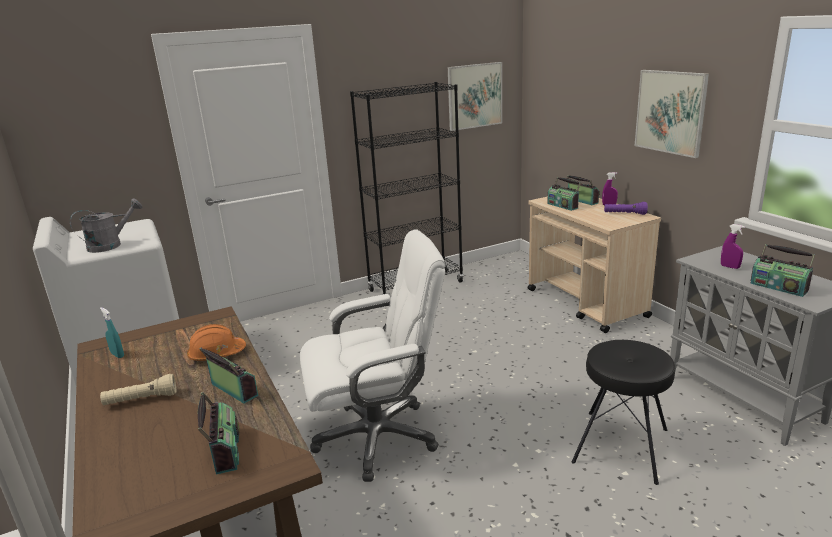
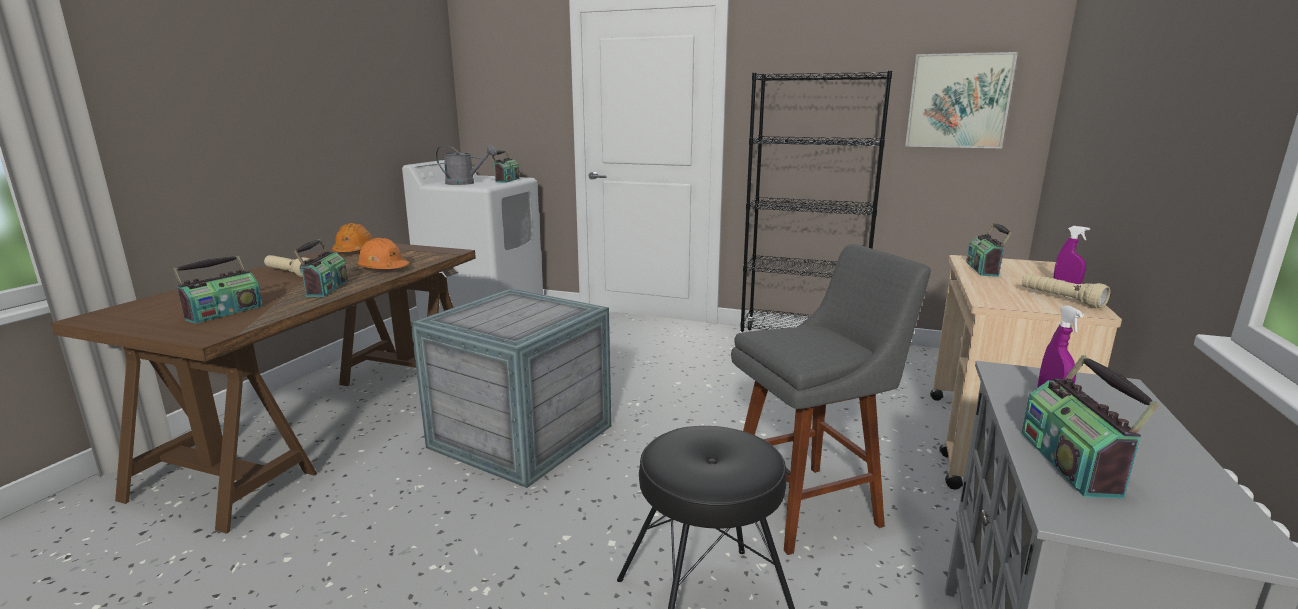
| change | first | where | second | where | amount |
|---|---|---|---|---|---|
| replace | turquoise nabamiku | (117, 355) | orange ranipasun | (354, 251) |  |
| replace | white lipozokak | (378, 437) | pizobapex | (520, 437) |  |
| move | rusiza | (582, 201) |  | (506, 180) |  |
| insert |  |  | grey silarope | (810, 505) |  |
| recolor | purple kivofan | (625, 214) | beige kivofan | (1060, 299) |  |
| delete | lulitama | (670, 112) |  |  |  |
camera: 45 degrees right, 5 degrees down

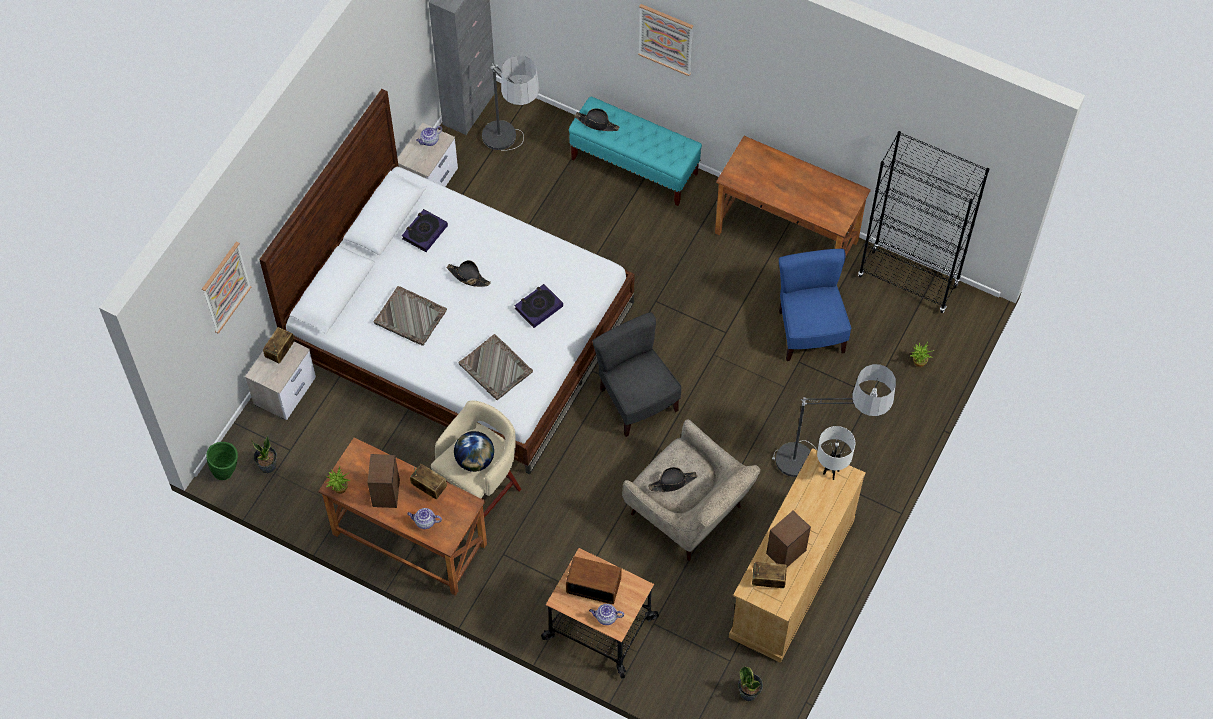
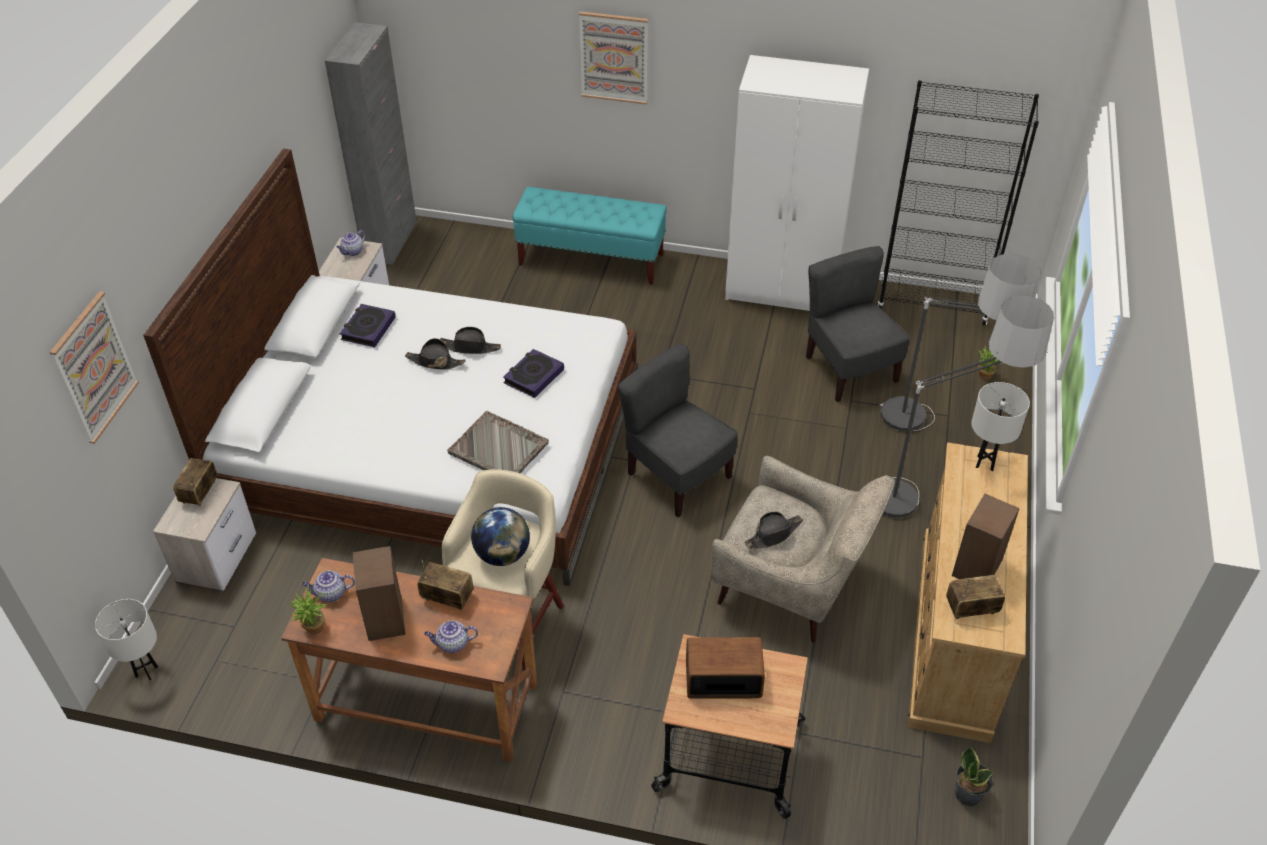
| change | first | where | second | where | amount |
|---|---|---|---|---|---|
| replace | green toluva | (227, 471) | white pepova | (146, 671) |  |
| move | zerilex | (606, 617) |  | (330, 594) |  |
| move | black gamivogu | (597, 123) |  | (470, 347) |  |
| replace | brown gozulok | (786, 237) | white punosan | (783, 290) |  |
| recolor | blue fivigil | (809, 332) | grey fivigil | (849, 370) |  |
| move | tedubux | (513, 156) |  | (932, 435) |  |
| delete | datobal | (268, 466) |  |  |  |
| delete | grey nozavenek | (411, 317) |  |  |  |
camera: 15 degrees left, 15 degrees down

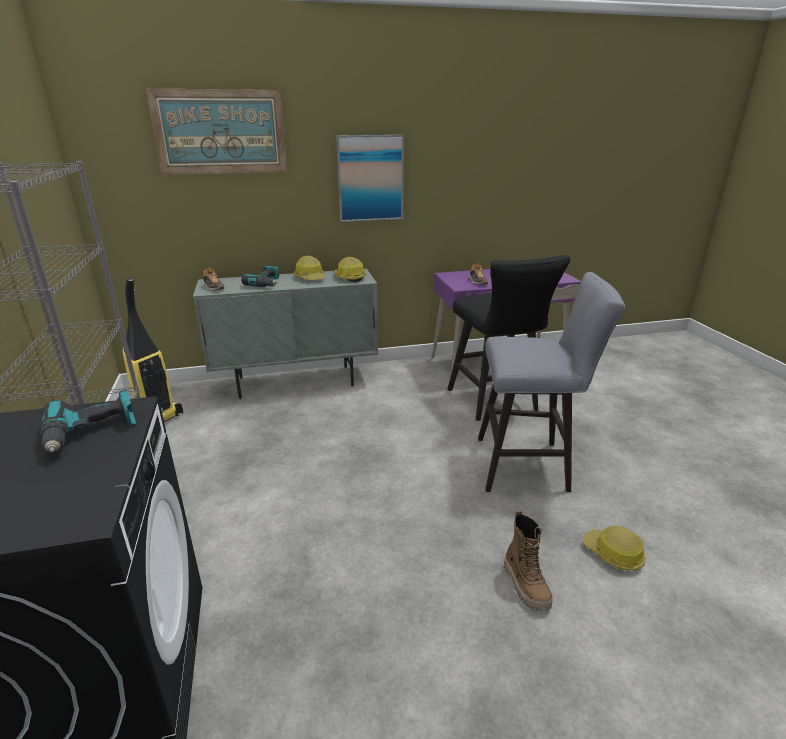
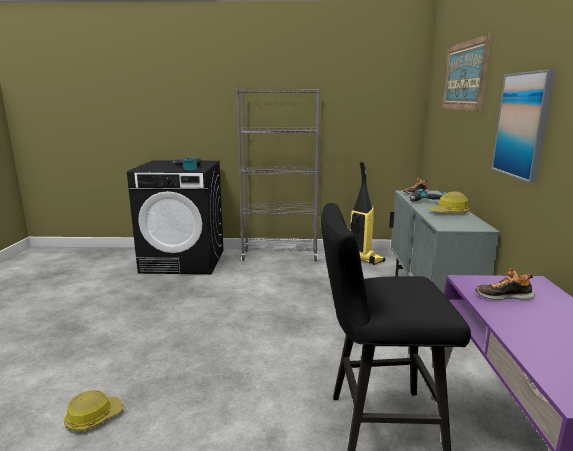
| change | first | where | second | where | amount |
|---|---|---|---|---|---|
| delete | ranipasun | (349, 277) |  |  |  |
| delete | grey silarope | (529, 465) |  |  |  |
| delete | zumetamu | (526, 585) |  |  |  |
camera: 105 degrees right, 10 degrees down

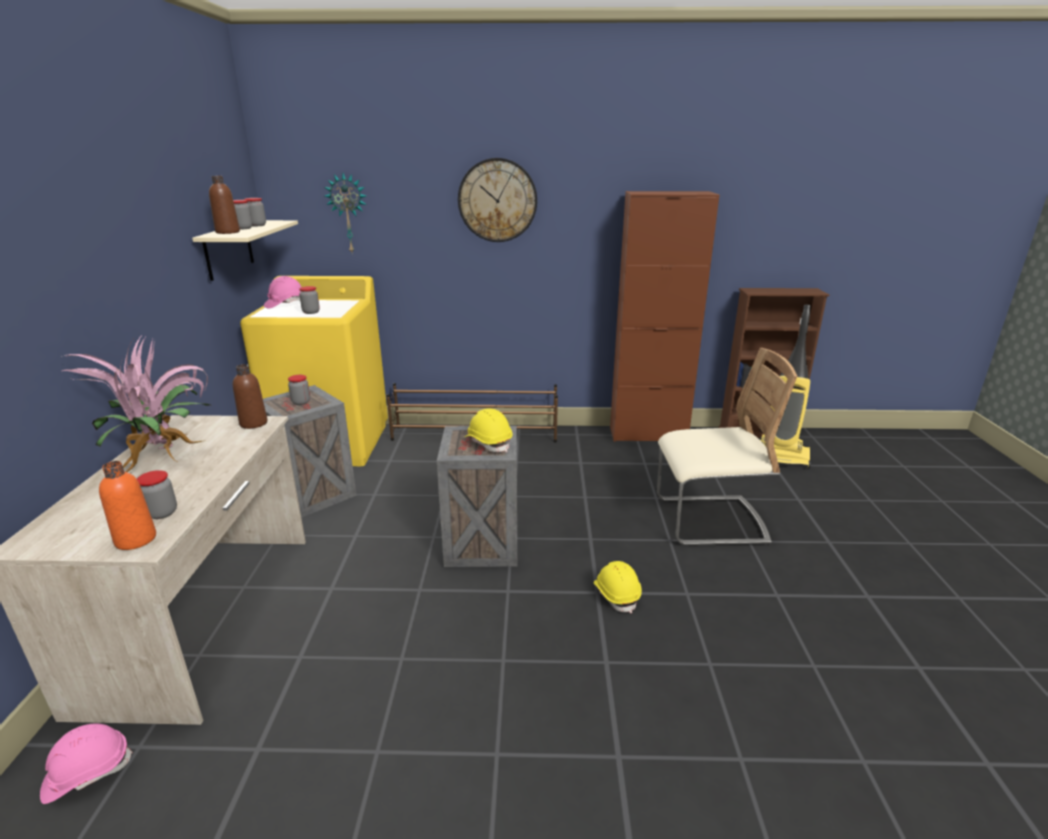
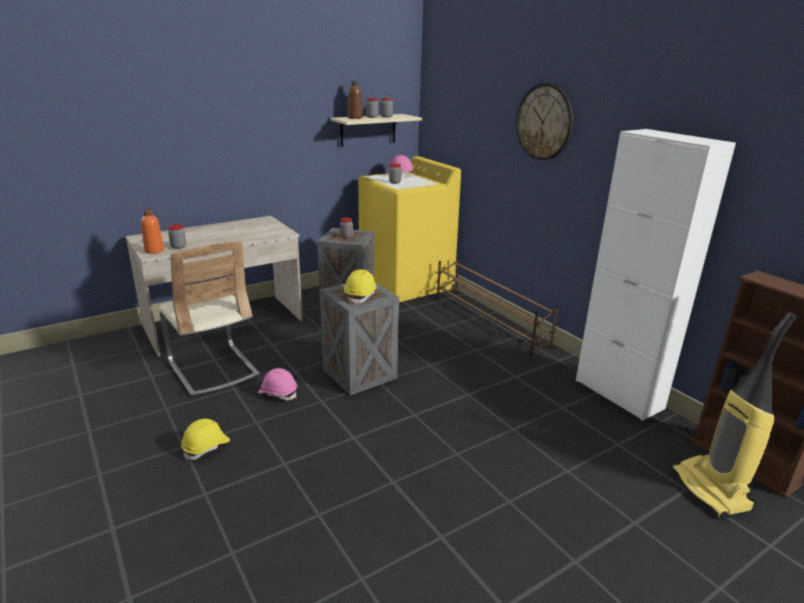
| change | first | where | second | where | amount |
|---|---|---|---|---|---|
| move | beige fivigil | (709, 521) |  | (213, 369) |  |
| move | yellow ranipasun | (616, 594) |  | (206, 447) |  |
| move | pink ranipasun | (87, 773) |  | (278, 393) |  |
| recolor | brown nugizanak | (648, 434) | white nugizanak | (618, 394) |  |
| delete | datobal | (163, 458) |  |  |  |
| delete | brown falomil | (253, 423) |  |  |  |
| delete | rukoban | (348, 213) |  |  |  |
camera: 55 degrees right, 0 degrees up

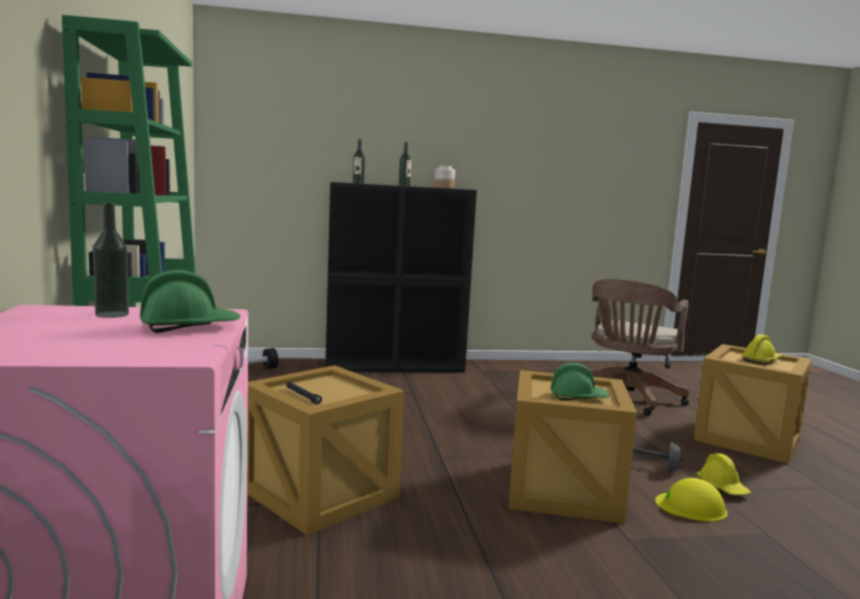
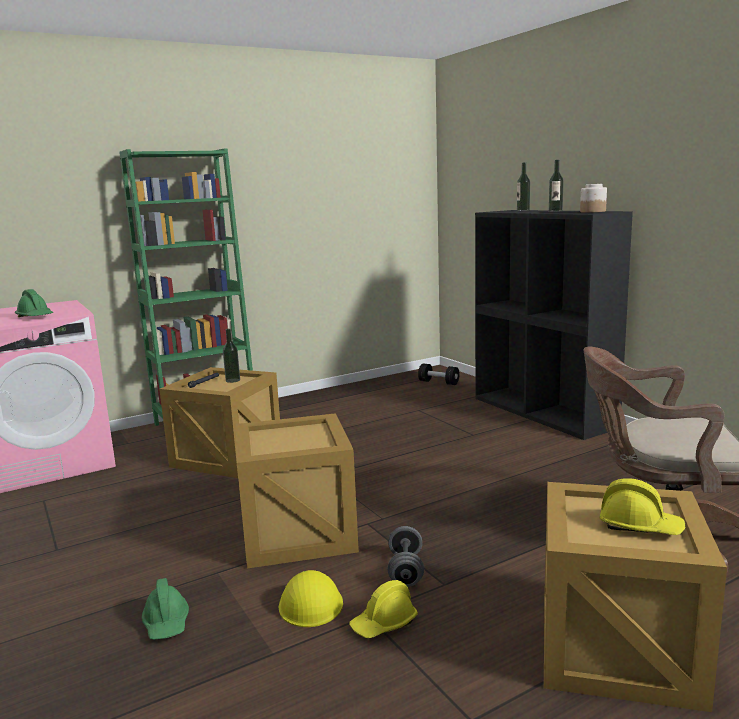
| change | first | where | second | where | amount |
|---|---|---|---|---|---|
| move | green ranipasun | (578, 397) |  | (166, 623) |  |
| move | falomil | (112, 314) |  | (233, 380) |  |
camera: 70 degrees right, 5 degrees up

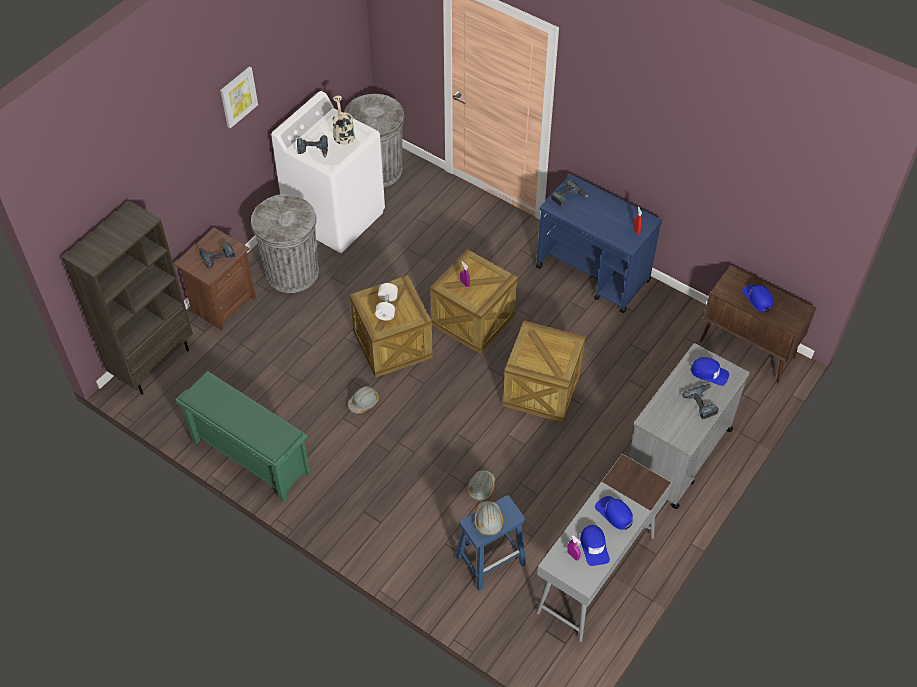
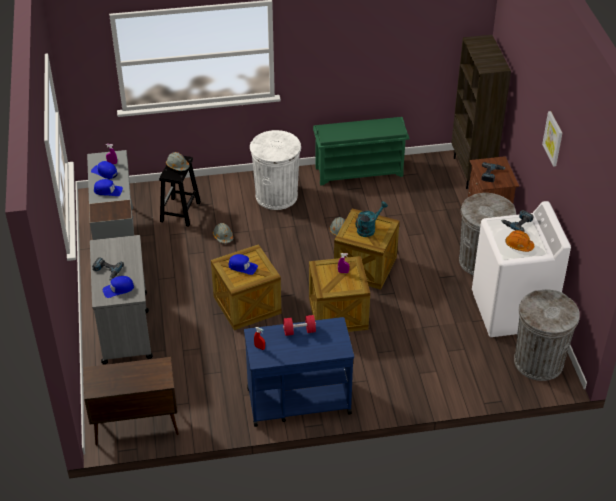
| change | first | where | second | where | amount |
|---|---|---|---|---|---|
| recolor | blue silarope | (491, 560) | black silarope | (180, 212) |  |
| move | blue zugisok | (757, 299) |  | (243, 267) |  |
| insert |  |  | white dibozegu | (276, 196) |  |
| insert |  |  | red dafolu | (299, 331) |  |
| replace | white dafolu | (387, 307) | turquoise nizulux | (368, 229) |  |
| replace | beige nizulux | (343, 133) | orange ranipasun | (519, 245) |  |
| delete | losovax | (569, 197) |  |  |  |
camera: 135 degrees right, 10 degrees down

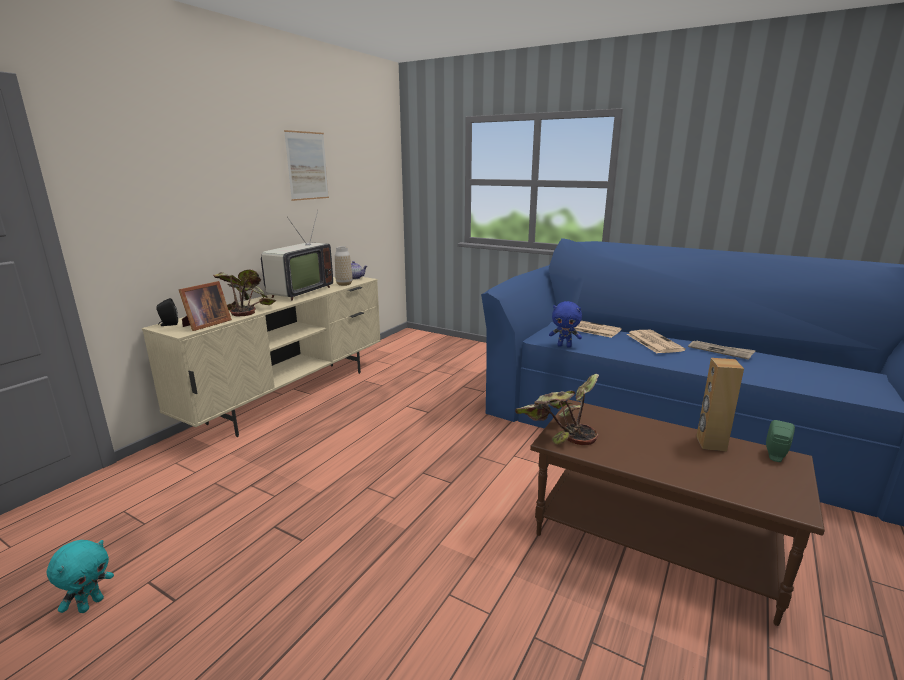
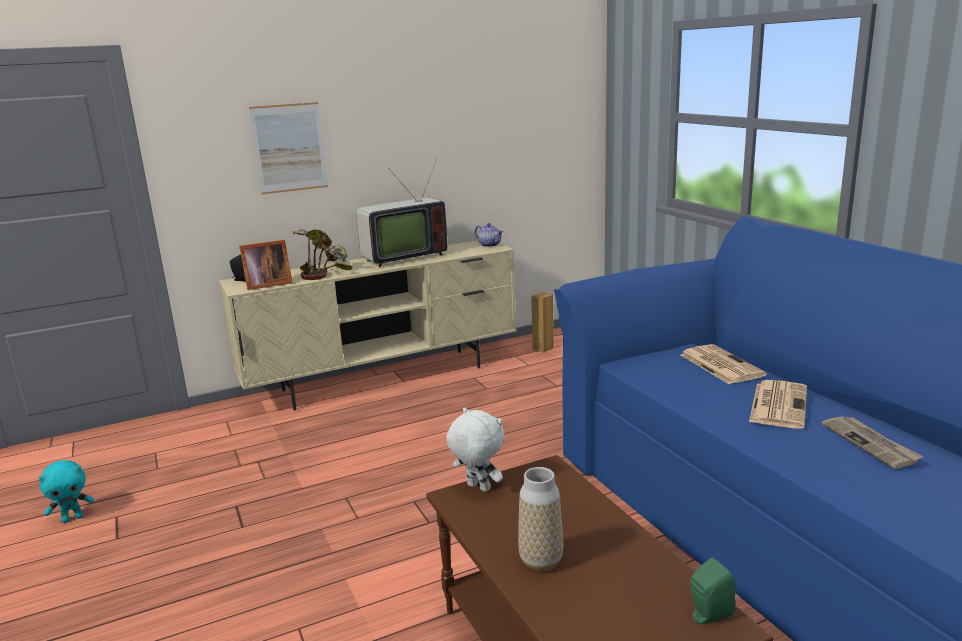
| change | first | where | second | where | amount |
|---|---|---|---|---|---|
| move | lulitama | (307, 166) |  | (289, 148) |  |
| replace | datobal | (557, 432) | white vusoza | (477, 488) |  |
| move | toluva | (344, 284) |  | (541, 561) |  |
| move | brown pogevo | (710, 443) |  | (542, 348) |  |
| delete | blue vusoza | (564, 346) |  |  |  |
camera: 35 degrees right, 0 degrees up

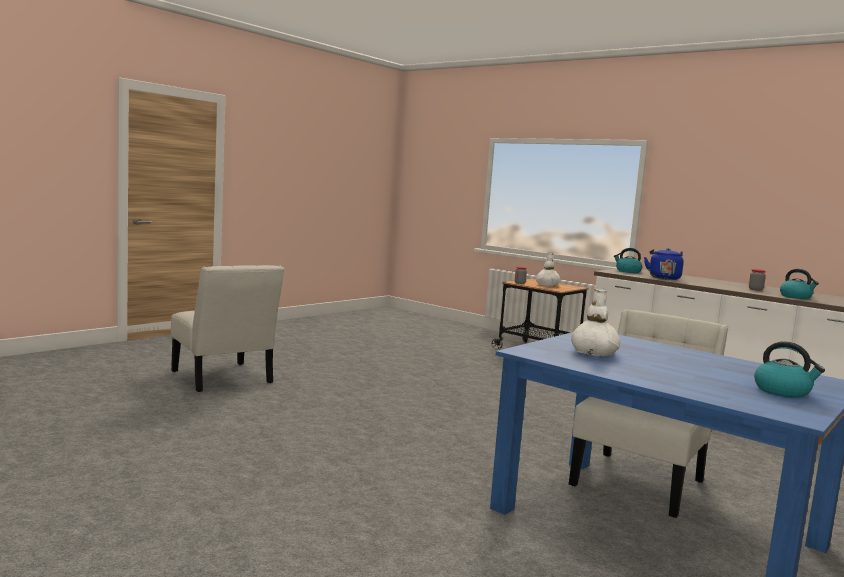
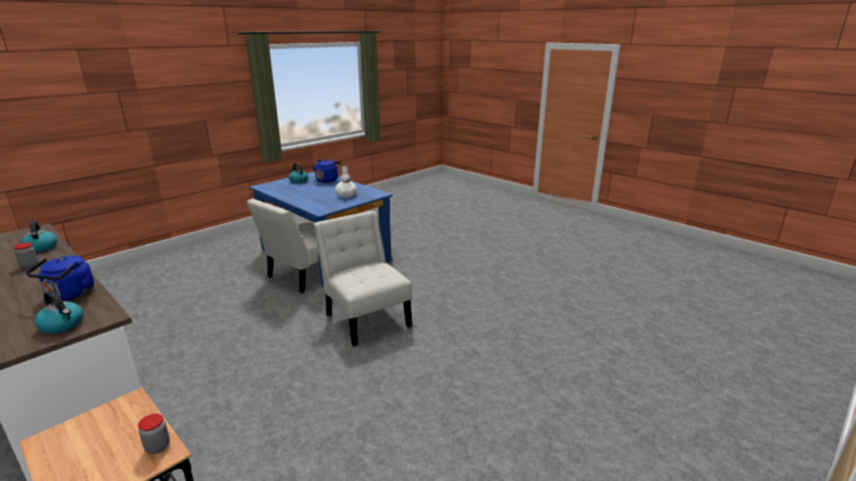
| change | first | where | second | where | amount |
|---|---|---|---|---|---|
| insert |  |  | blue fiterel | (327, 180) |  |
| move | white fivigil | (223, 379) |  | (366, 318) |  |
| delete | white toluva | (547, 285) |  |  |  |
camera: 175 degrees left, 15 degrees up

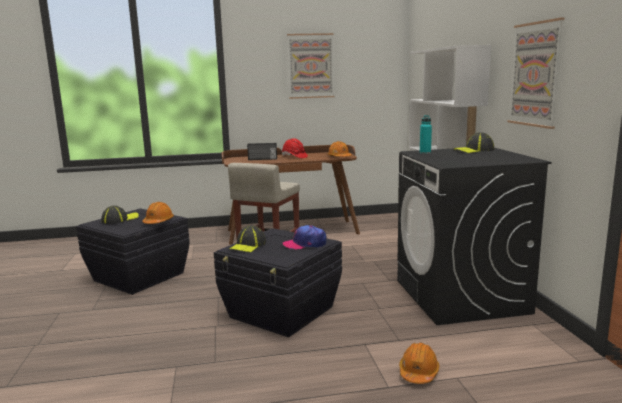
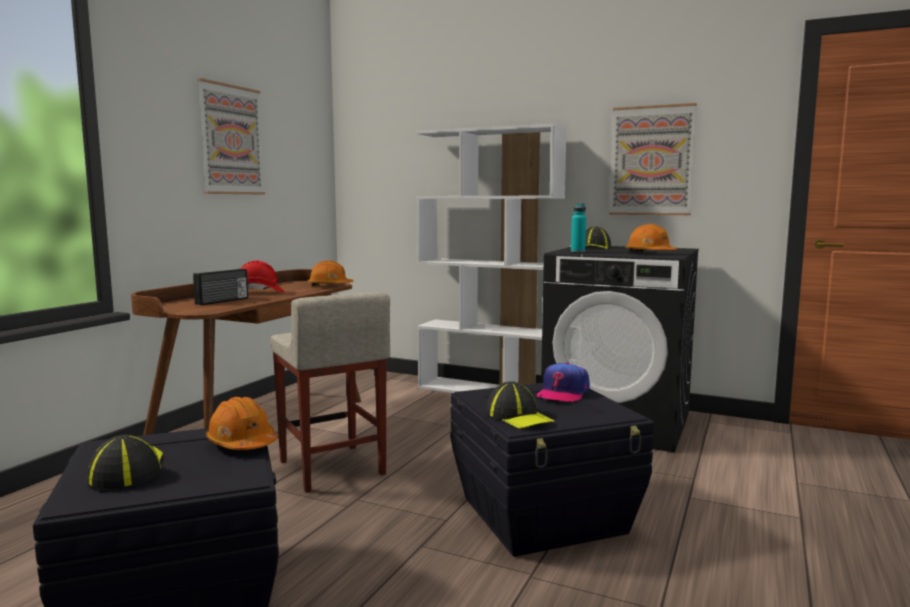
| change | first | where | second | where | amount |
|---|---|---|---|---|---|
| move | orange ranipasun | (418, 372) |  | (650, 253) |  |
camera: 55 degrees left, 5 degrees down

